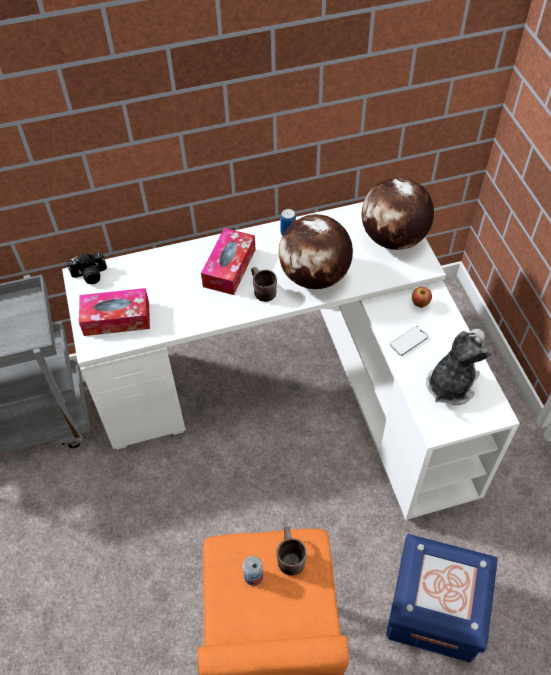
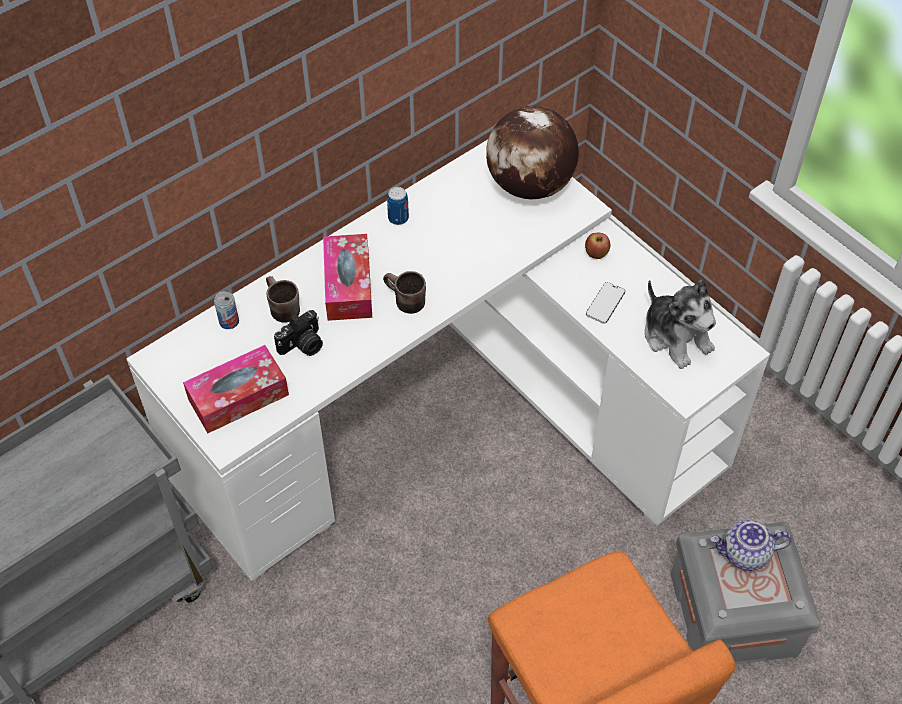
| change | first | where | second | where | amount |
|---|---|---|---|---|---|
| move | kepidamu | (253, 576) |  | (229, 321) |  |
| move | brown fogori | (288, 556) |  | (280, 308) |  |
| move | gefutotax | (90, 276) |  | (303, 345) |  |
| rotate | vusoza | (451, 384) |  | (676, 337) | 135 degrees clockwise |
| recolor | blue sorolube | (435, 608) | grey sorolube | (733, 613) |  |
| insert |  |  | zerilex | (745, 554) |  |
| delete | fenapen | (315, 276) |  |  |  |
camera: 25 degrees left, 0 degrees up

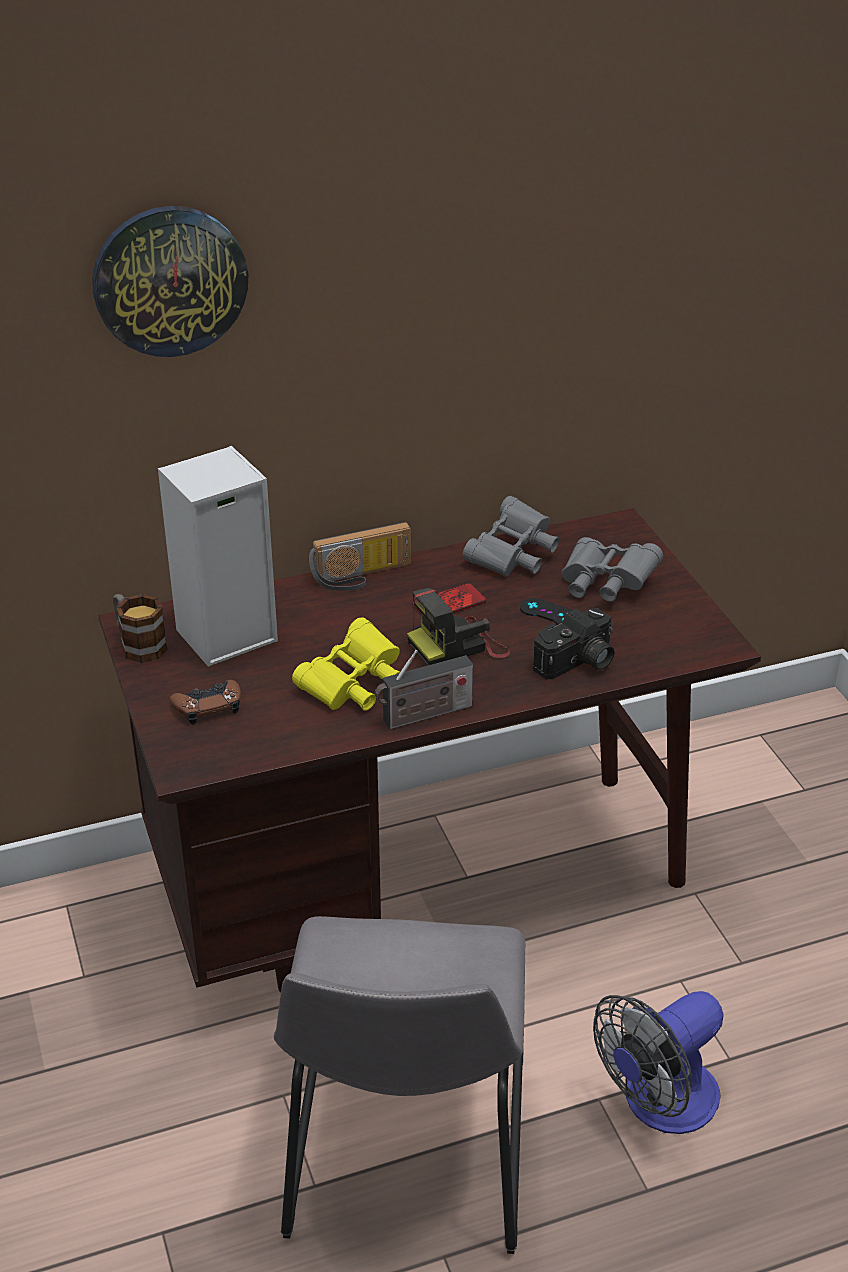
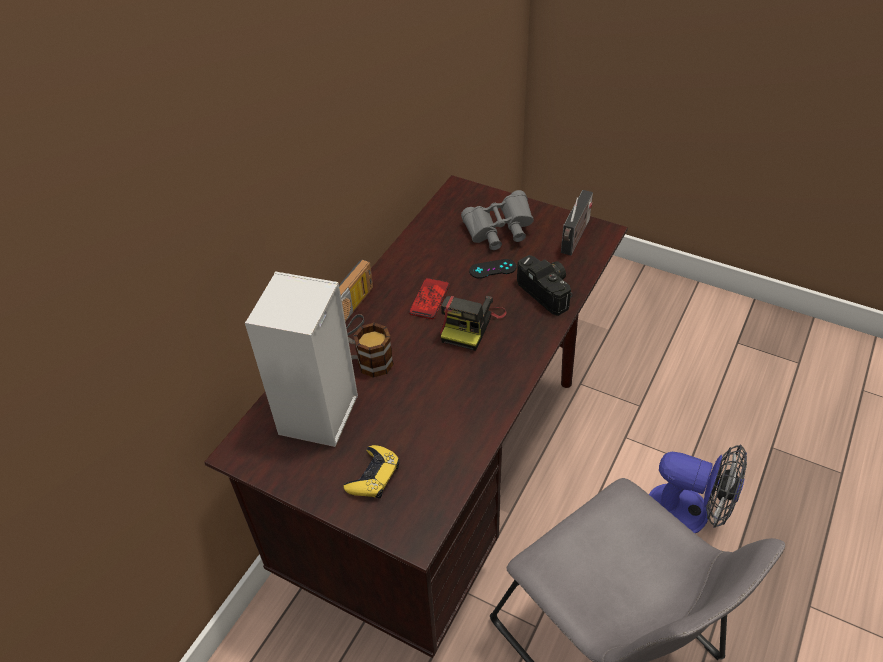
| change | first | where | second | where | amount |
|---|---|---|---|---|---|
| recolor | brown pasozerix | (208, 706) | yellow pasozerix | (373, 476) |  |
| move | fogori | (138, 644) |  | (367, 363) |  |
| rotate | gefutotax | (577, 663) |  | (548, 291) | 45 degrees counterclockwise |
| move | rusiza | (424, 715) |  | (575, 238) |  |
| rotate | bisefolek | (659, 1104) |  | (689, 513) | 75 degrees counterclockwise |
| delete | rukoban | (170, 280) |  |  |  |
| delete | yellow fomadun | (353, 686) |  |  |  |
| delete | grey fomadun | (513, 556) |  |  |  |
camera: 40 degrees left, 10 degrees up

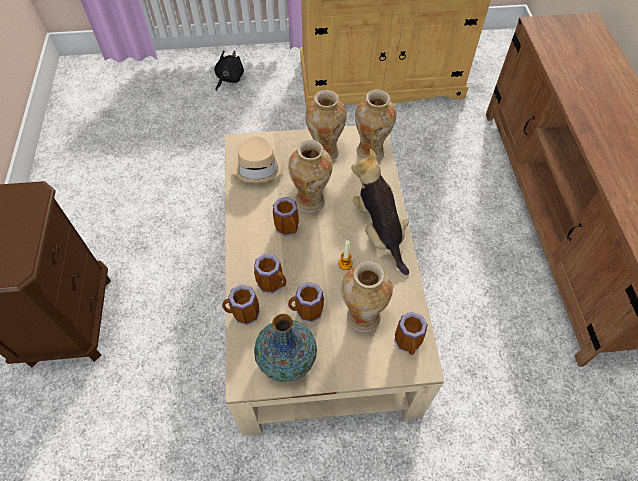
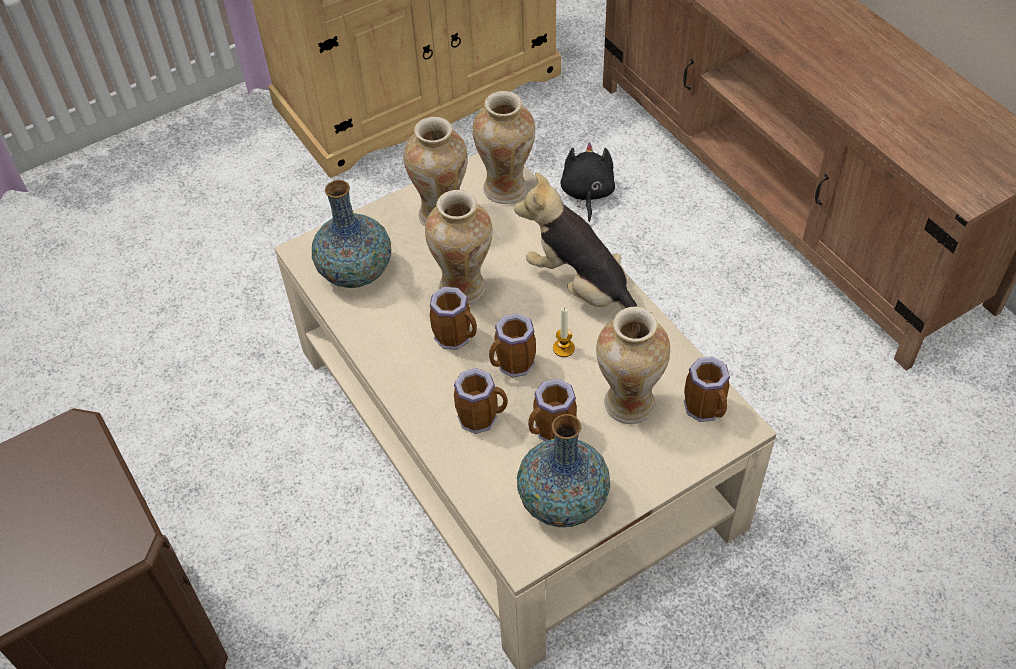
| change | first | where | second | where | amount |
|---|---|---|---|---|---|
| replace | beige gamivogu | (258, 166) | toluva | (356, 271) |  |
| move | fogori | (243, 315) |  | (513, 366) |  |
| move | black vusoza | (229, 79) |  | (587, 194) |  |
camera: 25 degrees left, 5 degrees down

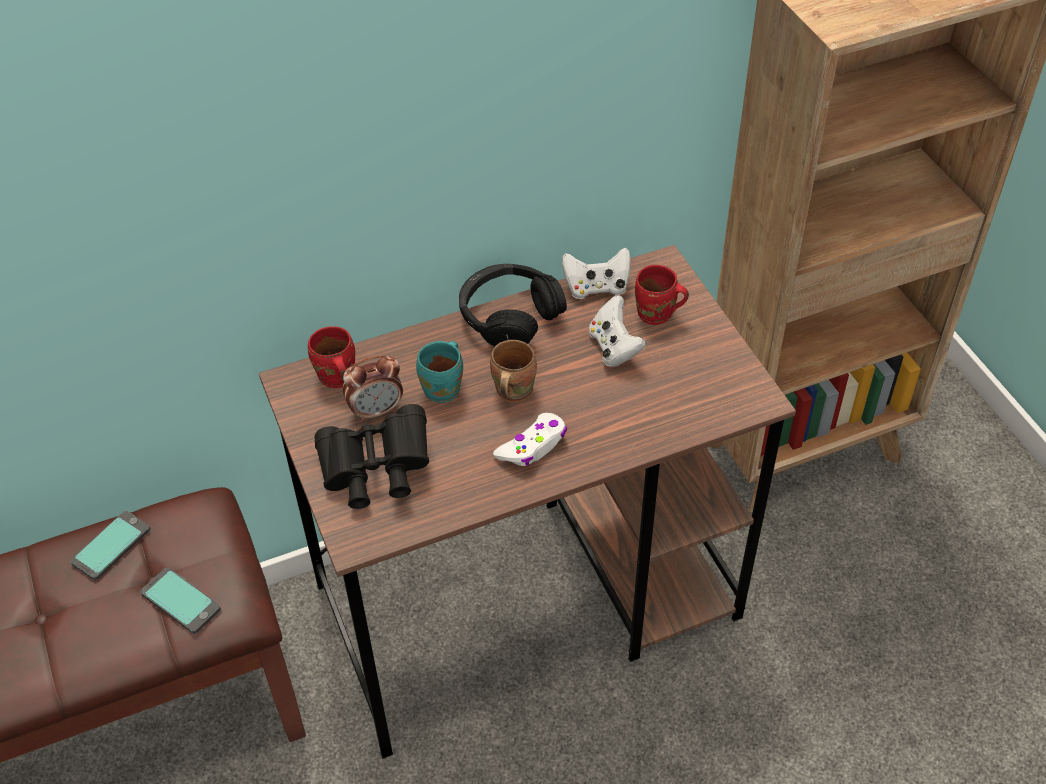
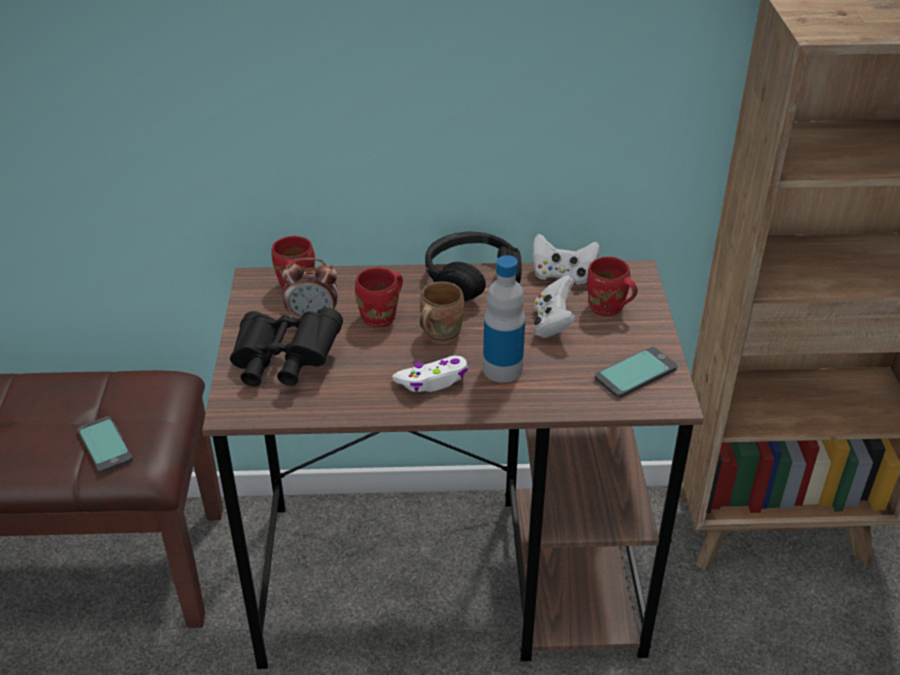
| change | first | where | second | where | amount |
|---|---|---|---|---|---|
| recolor | turquoise fogori | (445, 389) | red fogori | (382, 318) |  |
| insert |  |  | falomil | (502, 369) |  |
| move | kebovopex | (111, 546) |  | (635, 373) |  |
camera: 20 degrees right, 10 degrees down

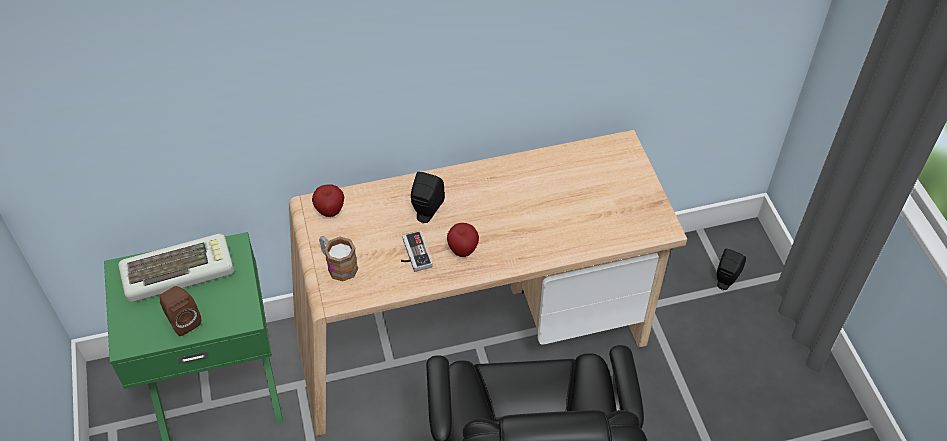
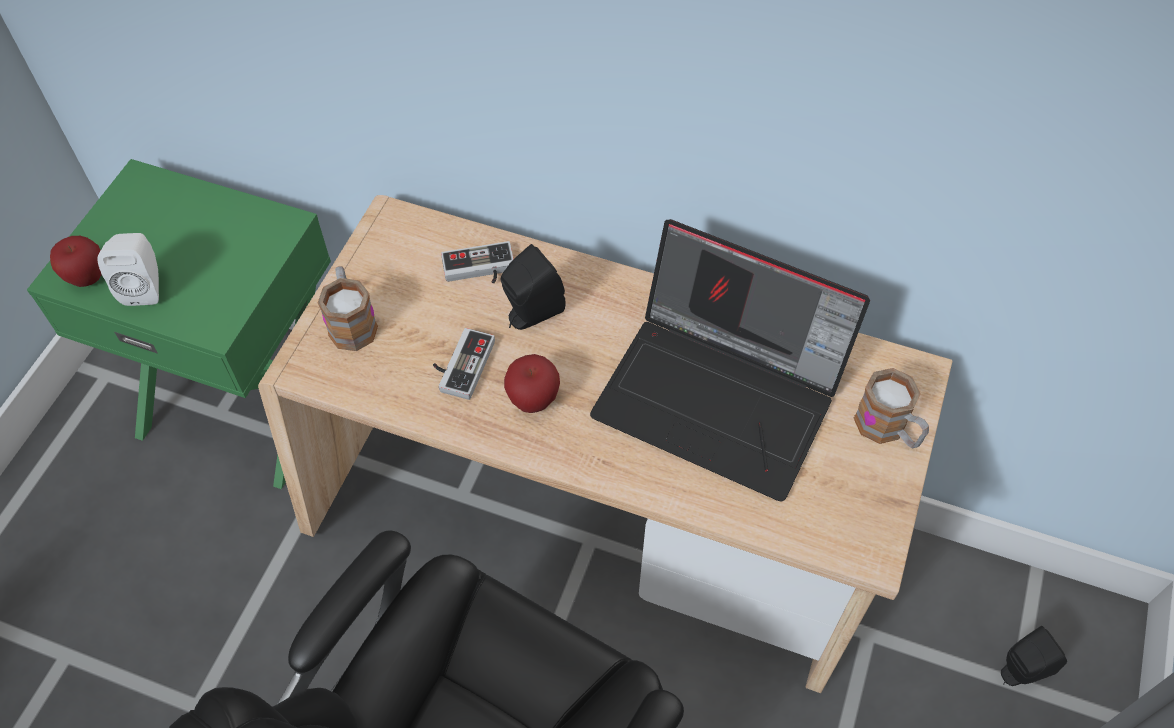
| change | first | where | second | where | amount |
|---|---|---|---|---|---|
| move | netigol | (330, 211) |  | (87, 277) |  |
| recolor | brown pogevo | (183, 321) | white pogevo | (145, 287) |  |
| insert |  |  | pasozerix | (479, 270) |  |
| insert |  |  | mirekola | (722, 396) |  |
| insert |  |  | fogori | (888, 429) |  |
| delete | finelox | (179, 271) |  |  |  |
camera: 35 degrees right, 5 degrees up

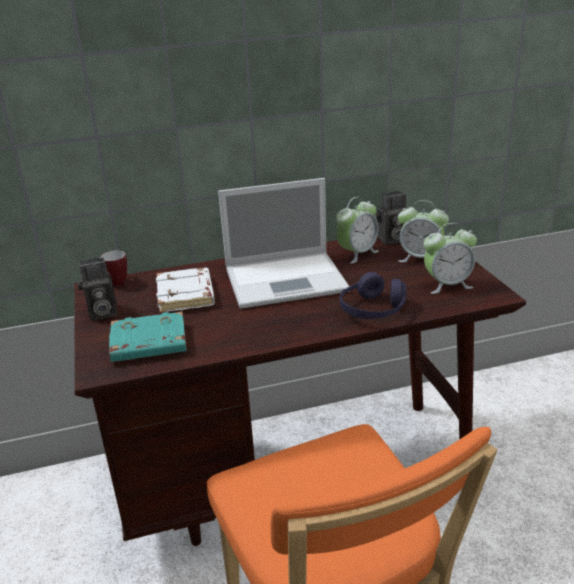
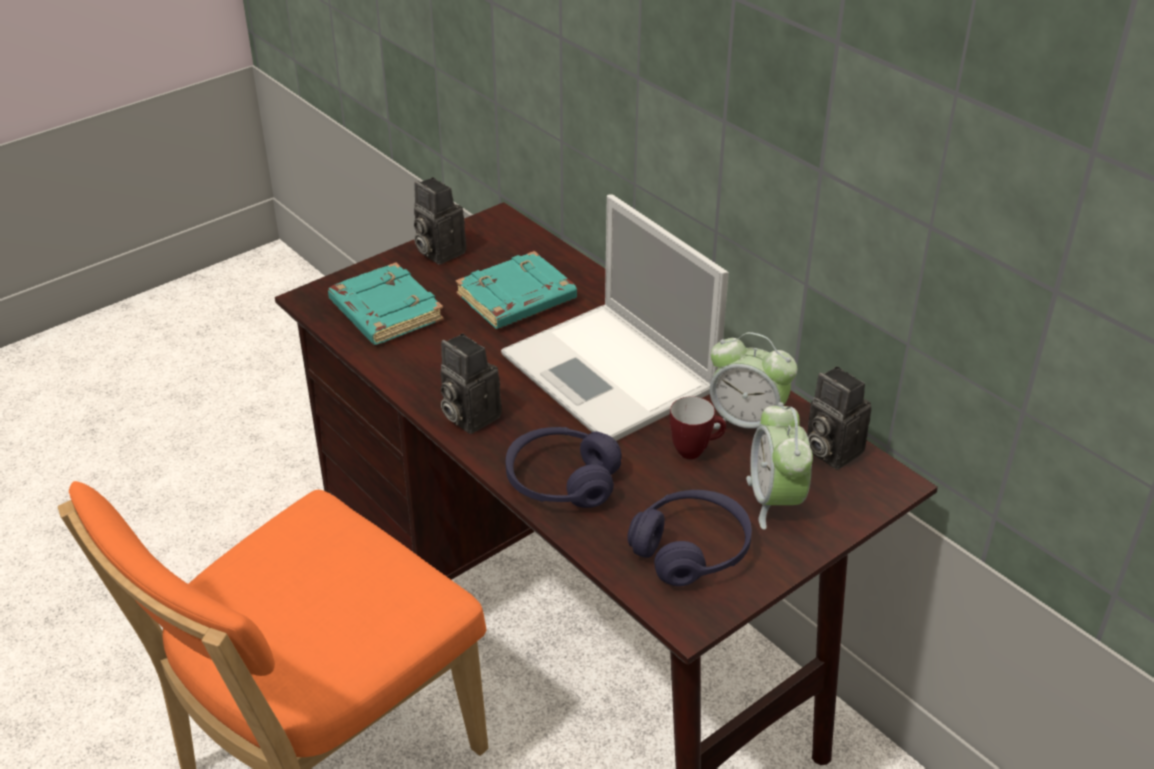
| change | first | where | second | where | amount |
|---|---|---|---|---|---|
| insert |  |  | gefutotax | (467, 416) |  |
| recolor | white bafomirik | (186, 295) | turquoise bafomirik | (516, 299) |  |
| replace | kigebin | (447, 285) | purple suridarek | (691, 550) |  |
| move | fogori | (119, 281) |  | (695, 450) |  |
camera: 65 degrees right, 10 degrees up

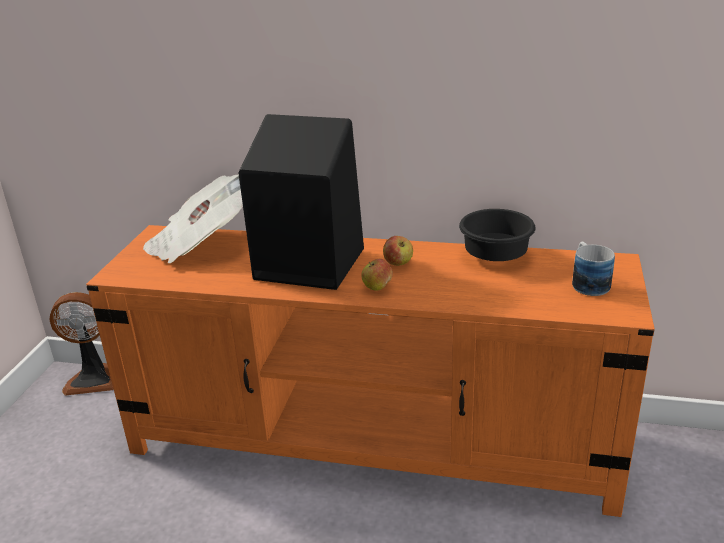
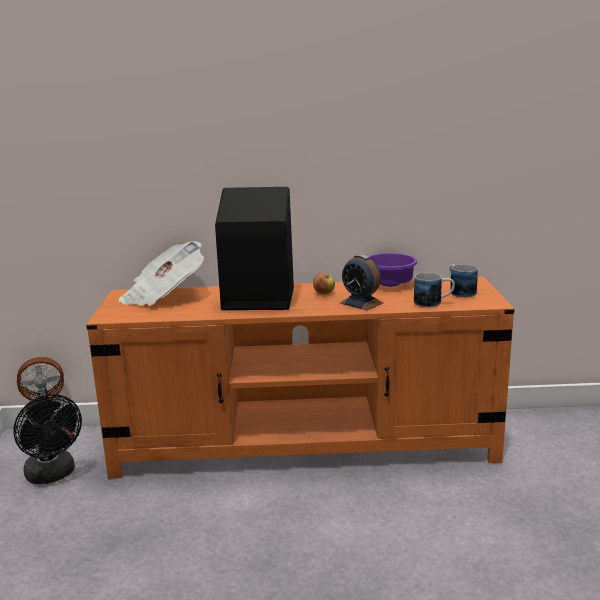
| change | first | where | second | where | amount |
|---|---|---|---|---|---|
| insert |  |  | black bisefolek | (53, 475) |  |
| insert |  |  | kigebin | (361, 303) |  |
| recolor | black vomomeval | (497, 257) | purple vomomeval | (391, 285) |  |
| insert |  |  | fogori | (433, 303) |  |
| delete | netigol | (377, 287) |  |  |  |
camera: 15 degrees left, 10 degrees down

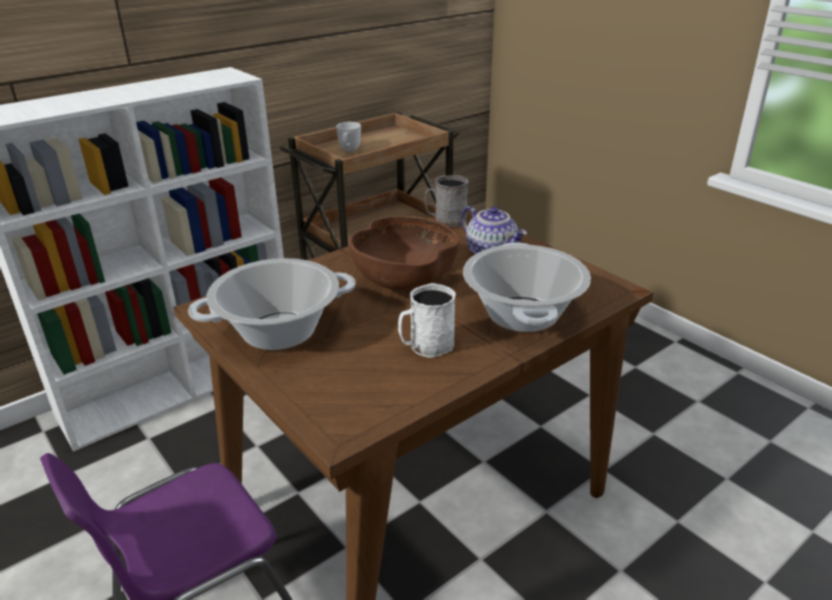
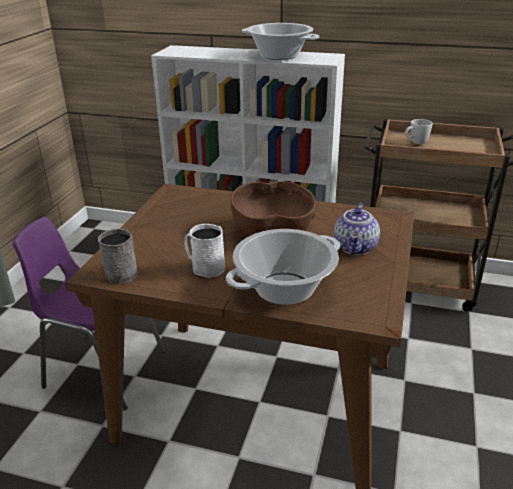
| change | first | where | second | where | amount |
|---|---|---|---|---|---|
| move | grey fogori | (445, 221) |  | (119, 272) |  |
| move | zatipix | (279, 331) |  | (279, 56) |  |
camera: 55 degrees right, 0 degrees up

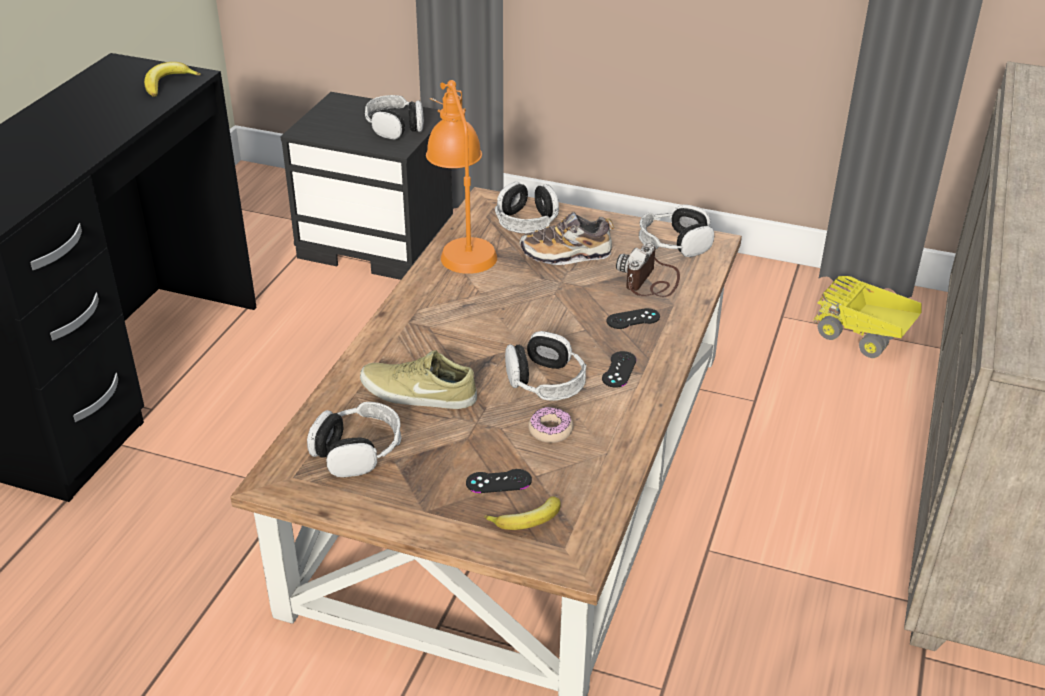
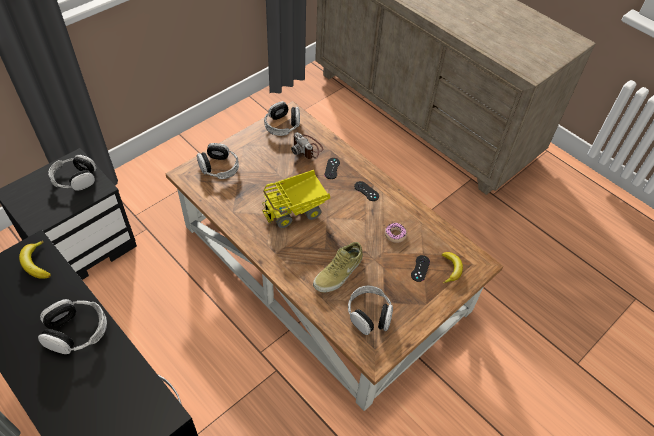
| change | first | where | second | where | amount |
|---|---|---|---|---|---|
| move | suridarek | (545, 381) |  | (76, 331) |  |
| move | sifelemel | (863, 338) |  | (296, 209) |  |
| delete | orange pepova | (461, 245) |  |  |  |
| delete | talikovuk | (566, 254) |  |  |  |
camera: 65 degrees left, 15 degrees up

